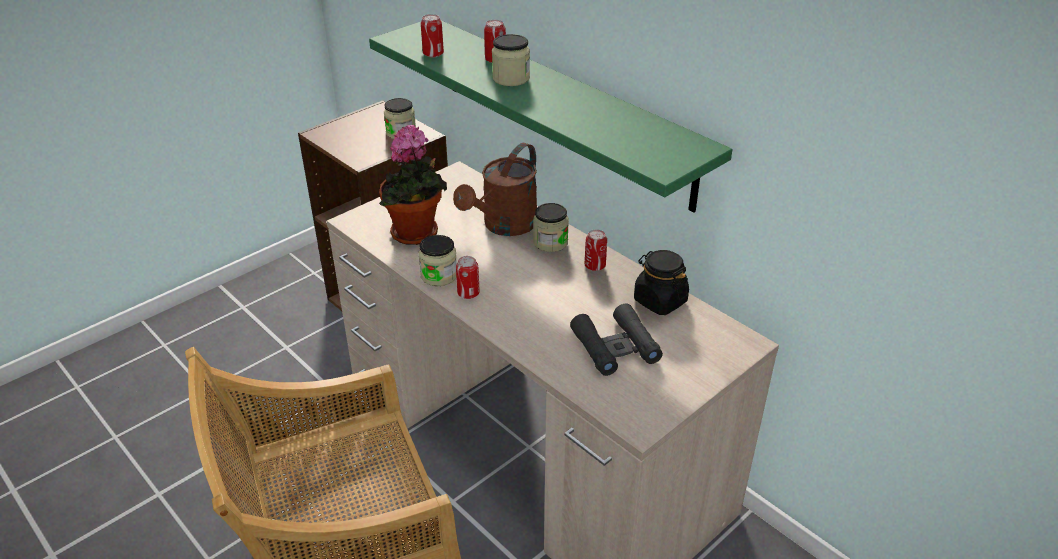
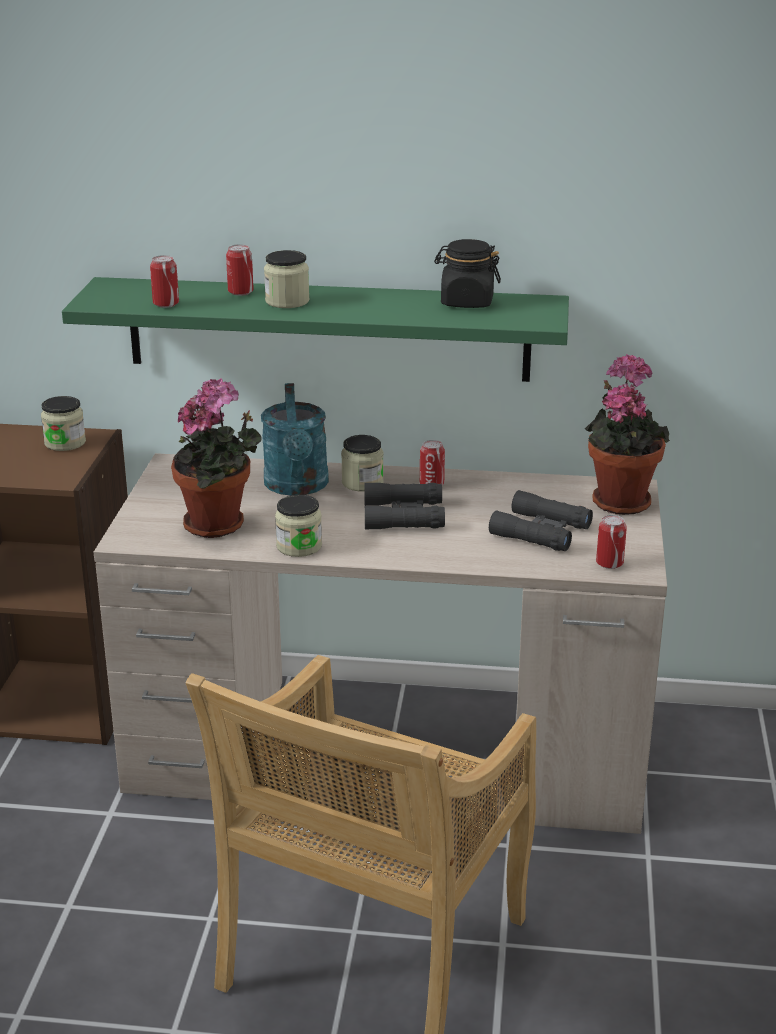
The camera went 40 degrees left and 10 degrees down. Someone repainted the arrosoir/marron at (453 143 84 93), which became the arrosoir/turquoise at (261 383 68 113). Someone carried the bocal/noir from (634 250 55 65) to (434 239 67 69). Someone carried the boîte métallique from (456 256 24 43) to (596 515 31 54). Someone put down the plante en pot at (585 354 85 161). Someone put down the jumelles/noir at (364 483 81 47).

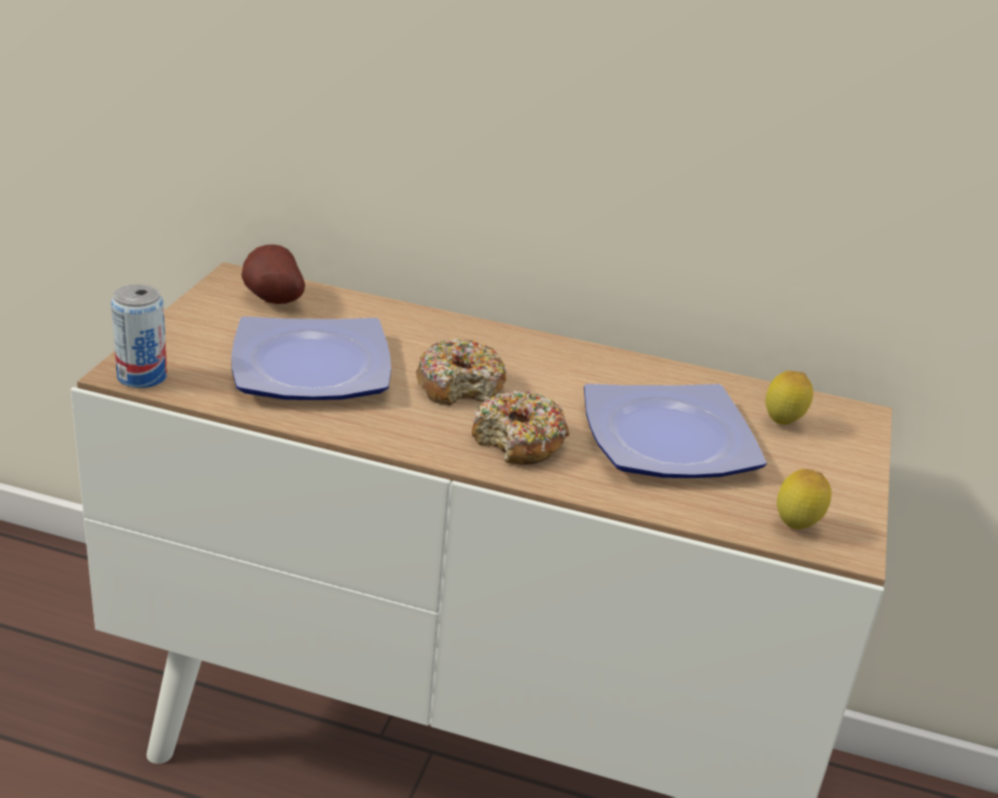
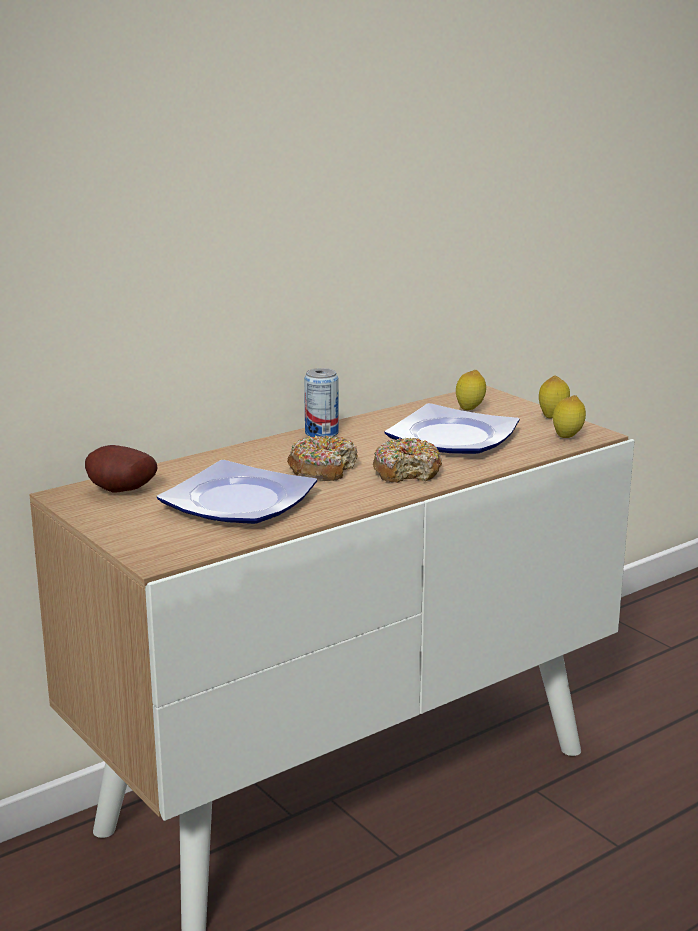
The camera went 50 degrees left and 10 degrees down. Someone carried the boîte métallique from (111 285 56 103) to (304 368 34 69). Someone put down the citron at (539 375 31 43).

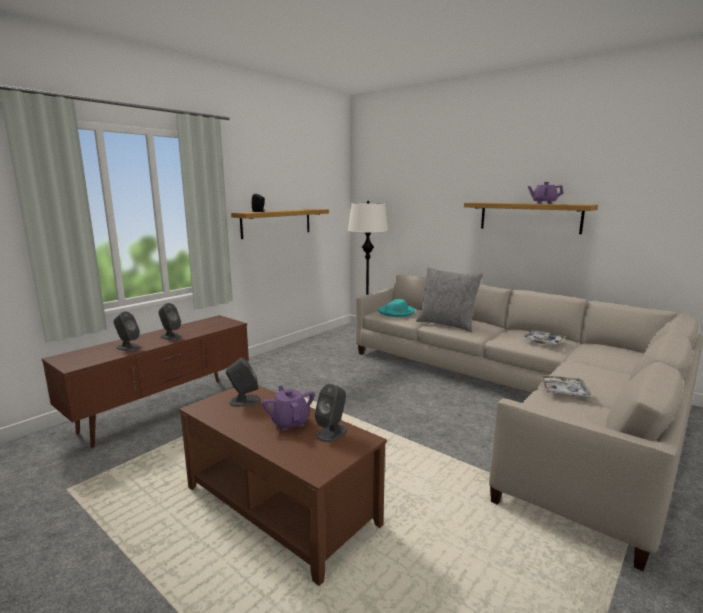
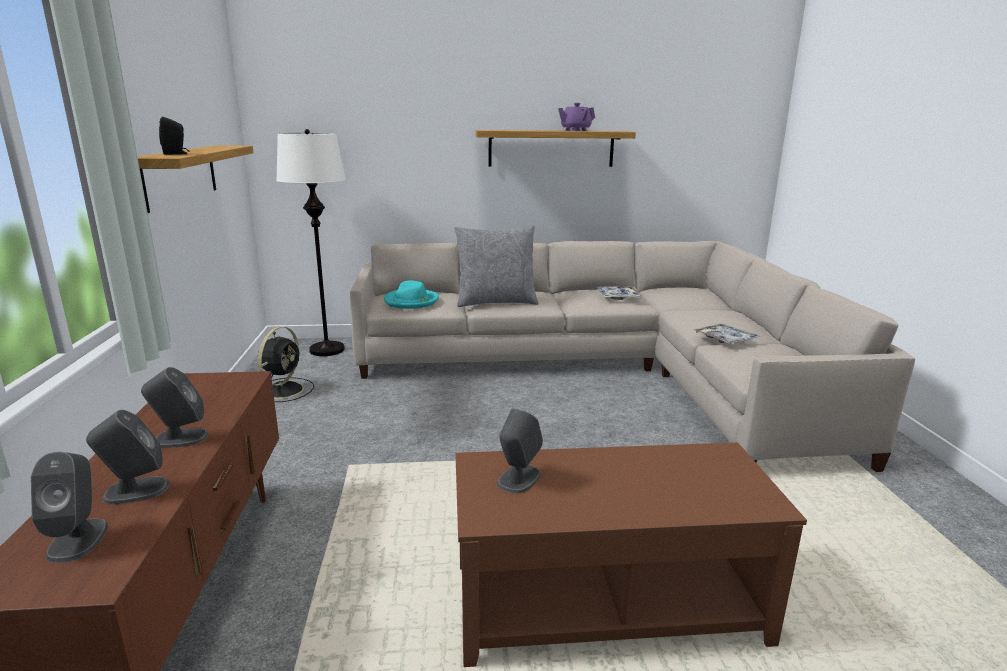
The camera went 45 degrees left and 5 degrees up. Someone carried the enceinte/gris from (315 384 32 59) to (31 452 77 111). Someone took away the théière/violet at (262 386 53 45). Someone put down the ventilateur/noir at (258 326 56 76).

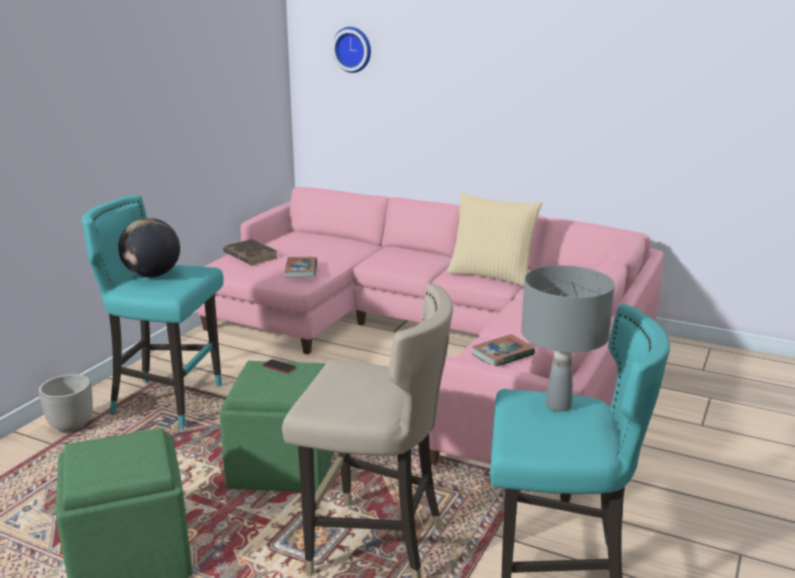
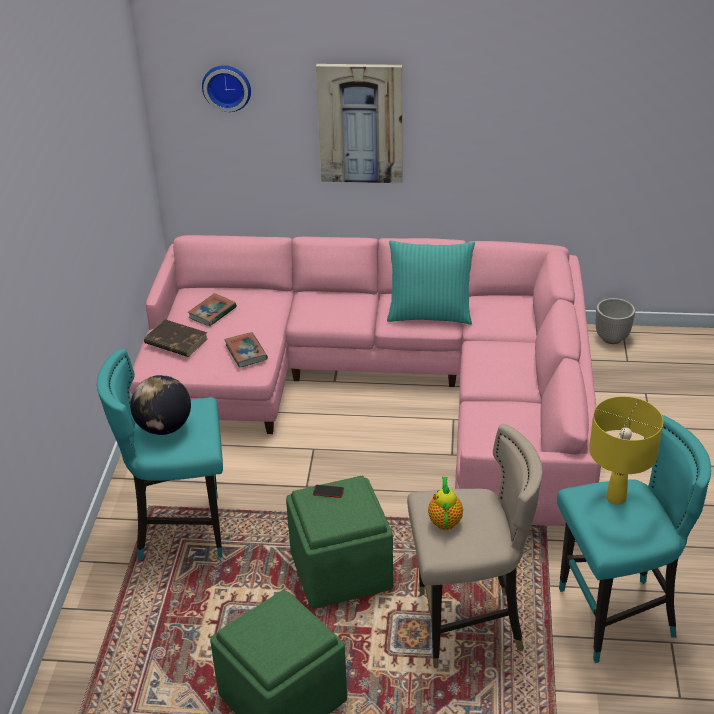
The camera went 20 degrees left and 15 degrees up. Someone repainted the coussin/beige at (447 192 95 94), which became the coussin/turquoise at (387 241 88 83). Someone repainted the lampe de table/gris at (521 265 94 147), which became the lampe de table/jaune at (589 396 74 109). Someone carried the livre from (472 334 63 32) to (188 293 49 33). Someone carried the cache-pot from (39 374 54 59) to (596 298 39 46). Someone put up the tableau at (316 64 87 119). Someone put down the théière at (428 477 35 53).

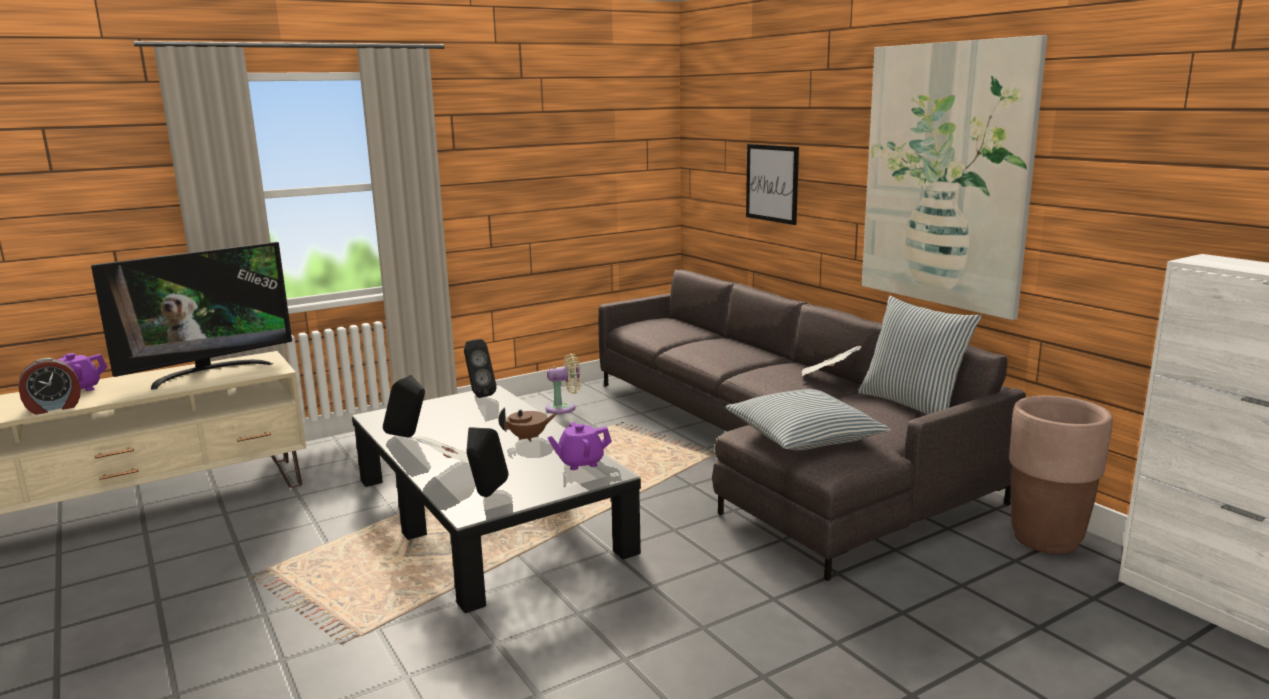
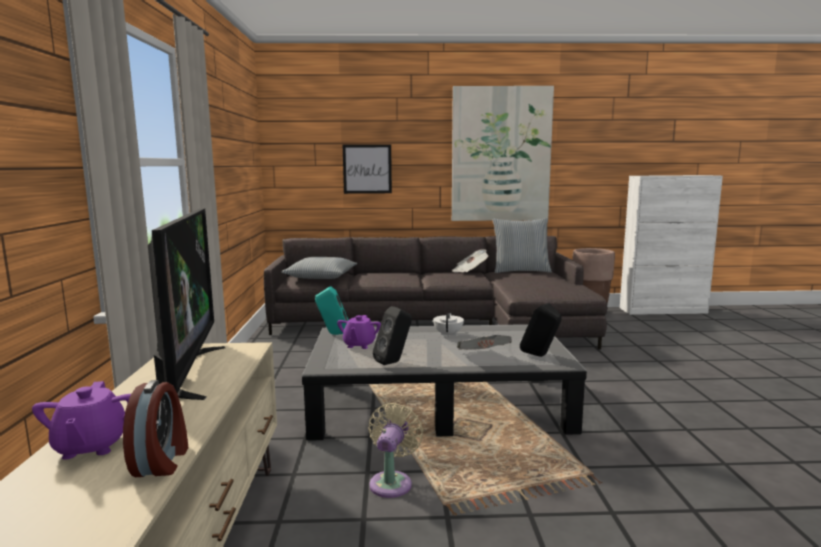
The camera went 60 degrees left and 5 degrees down. Someone repainted the enceinte/noir at (464 339 33 59), which became the enceinte/turquoise at (315 286 34 49). Someone carried the ventilateur/beige from (546 353 35 61) to (368 403 55 95). Someone carried the coussin from (725 389 166 61) to (281 257 76 22). Someone repainted the théière/marron at (498 407 60 35), which became the théière/blanc at (433 313 31 23). Someone carried the théière/violet from (547 422 65 48) to (337 315 44 34).

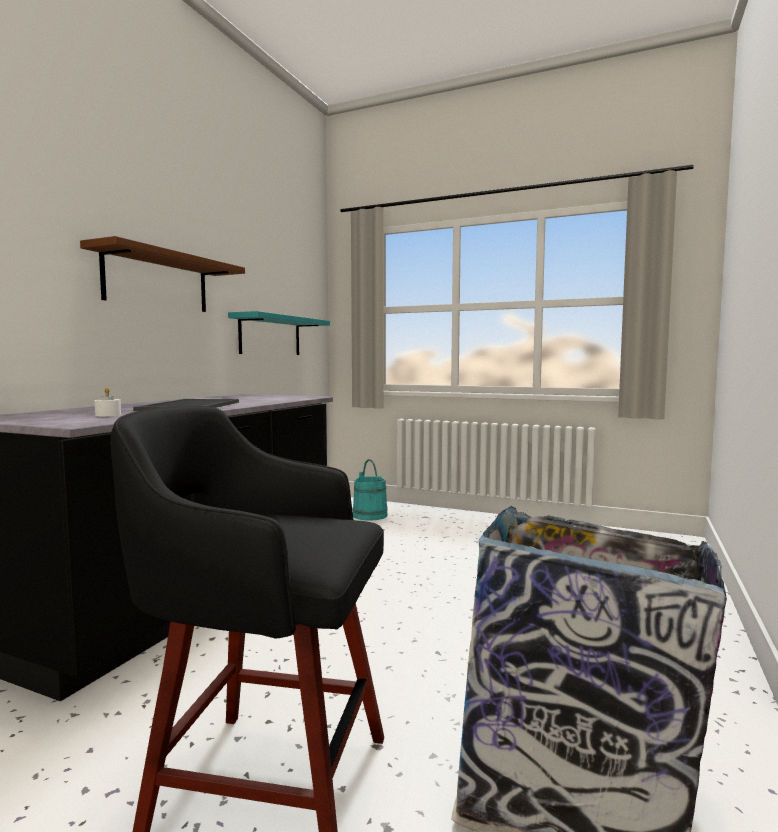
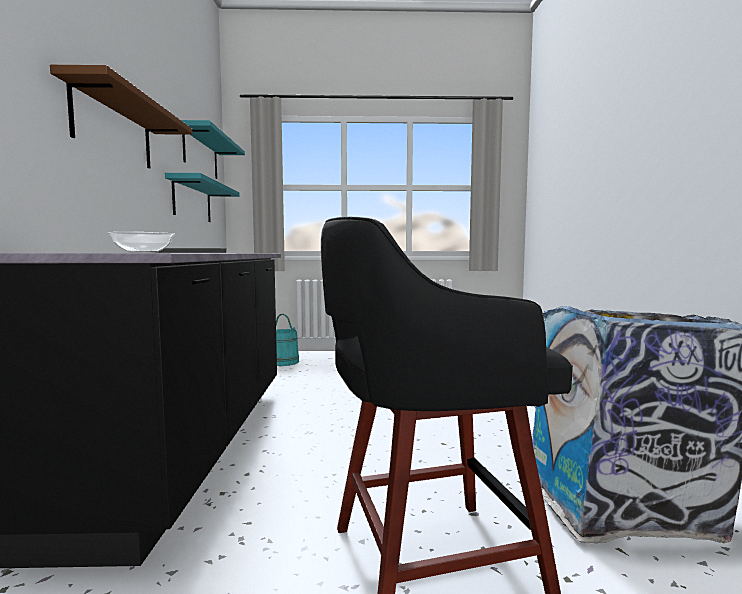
The camera went 25 degrees left and 0 degrees up. Someone swapped the bougie/blanc at (94 388 27 28) for the bol at (108 232 67 21). Someone put up the étagère/turquoise at (181 120 64 59).

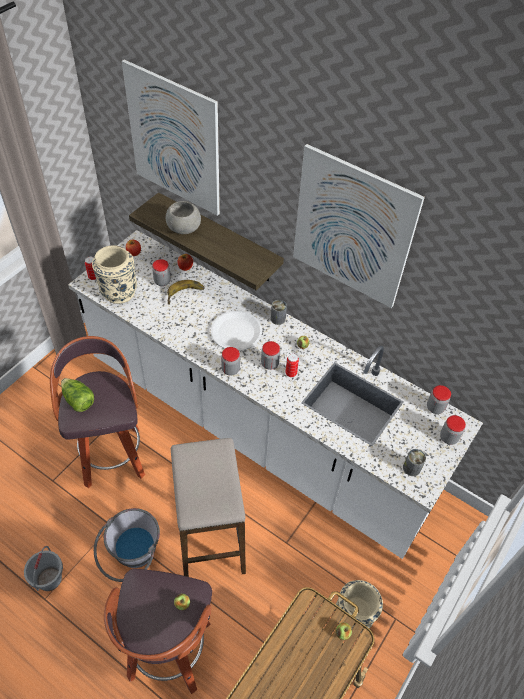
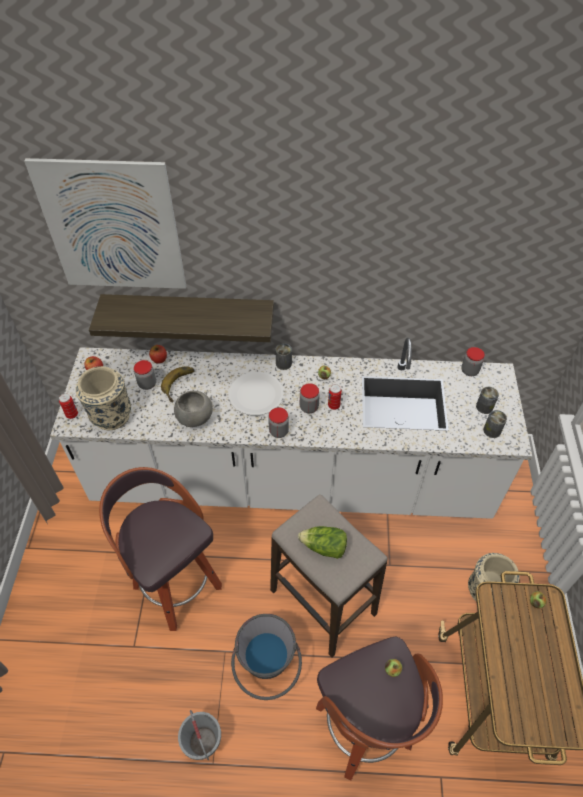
The camera went 30 degrees left and 0 degrees up. Someone took away the tableau at (293 144 132 164). Someone carried the bol/gris from (166 201 35 33) to (174 391 39 36). Someone carried the laitue from (61 378 33 34) to (298 526 49 33). Someone took away the bocal at (440 415 26 30). Someone put down the boîte métallique at (476 387 23 27).

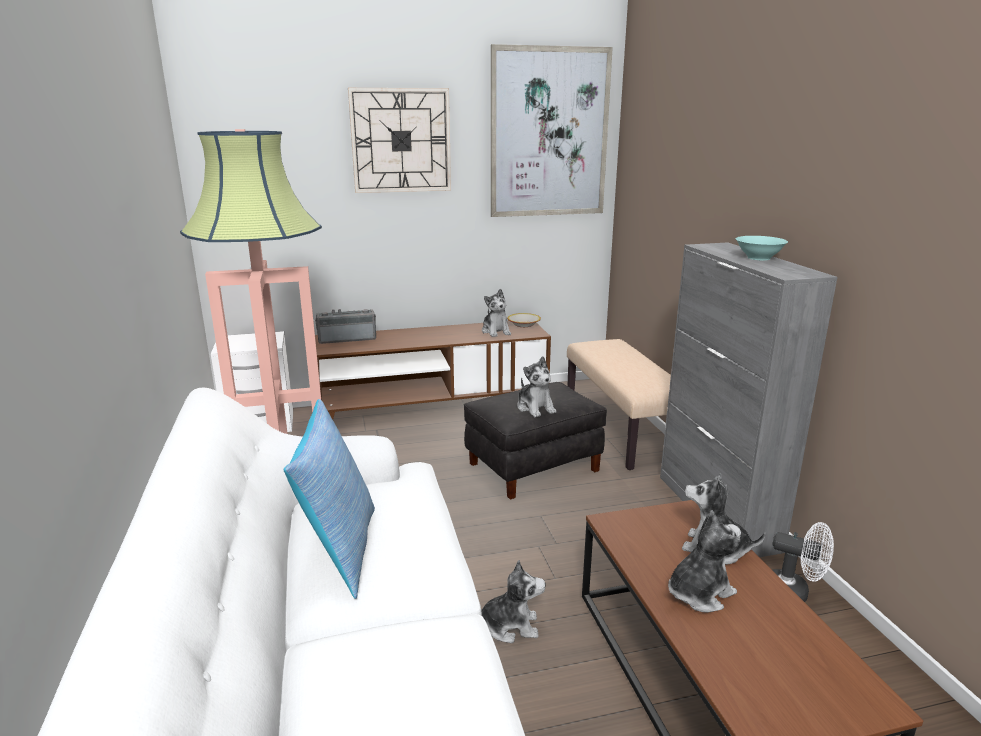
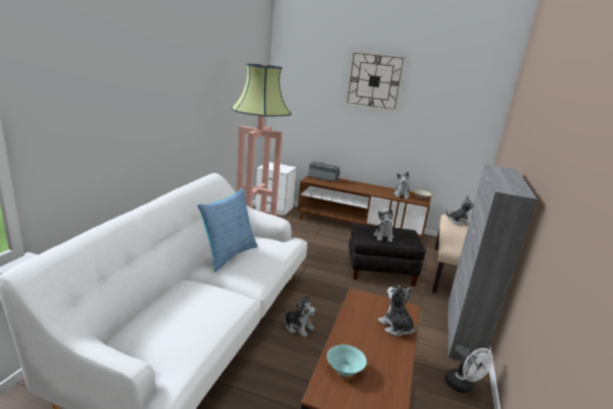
The camera went 30 degrees right and 0 degrees up. Someone took away the tableau at (491 44 122 173). Someone carried the bol/turquoise from (736 236 52 24) to (327 345 40 31). Someone carried the peluche from (668 510 73 103) to (446 195 28 31).

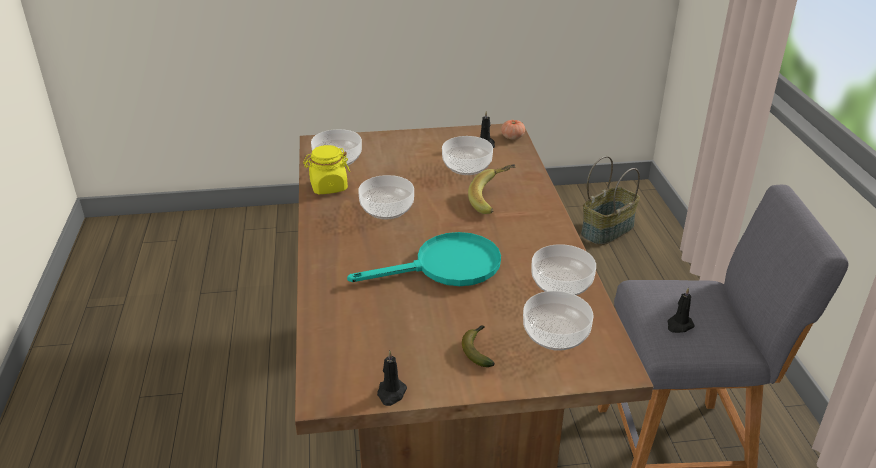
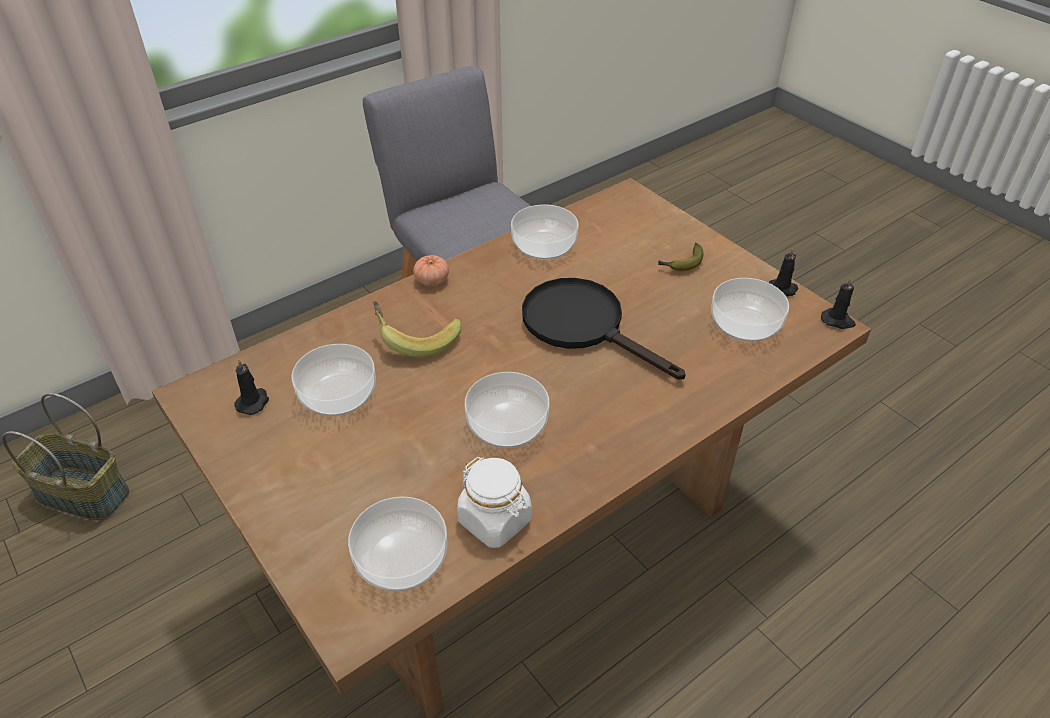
The camera went 120 degrees left and 10 degrees up. Someone carried the tomate from (501 120 24 20) to (413 255 36 31). Someone repainted the bocal/jaune at (303 145 47 49), which became the bocal/blanc at (457 457 75 91). Someone repainted the poêle/turquoise at (347 232 154 54), which became the poêle/noir at (522 278 164 101). Someone carried the bougie/noir from (667 288 28 45) to (821 277 35 52). Someone carried the bol from (523 291 71 60) to (711 278 78 64).

